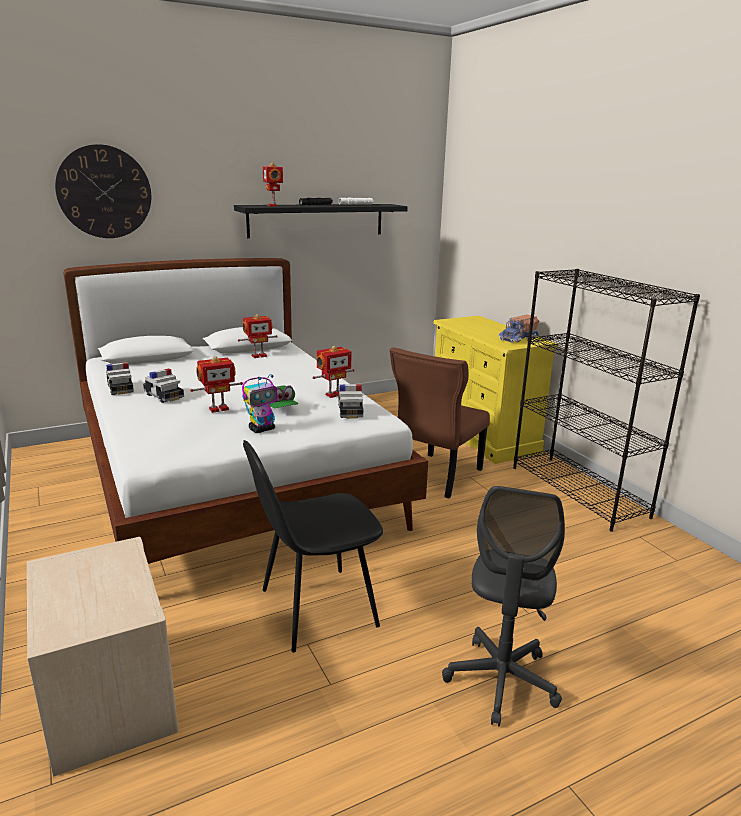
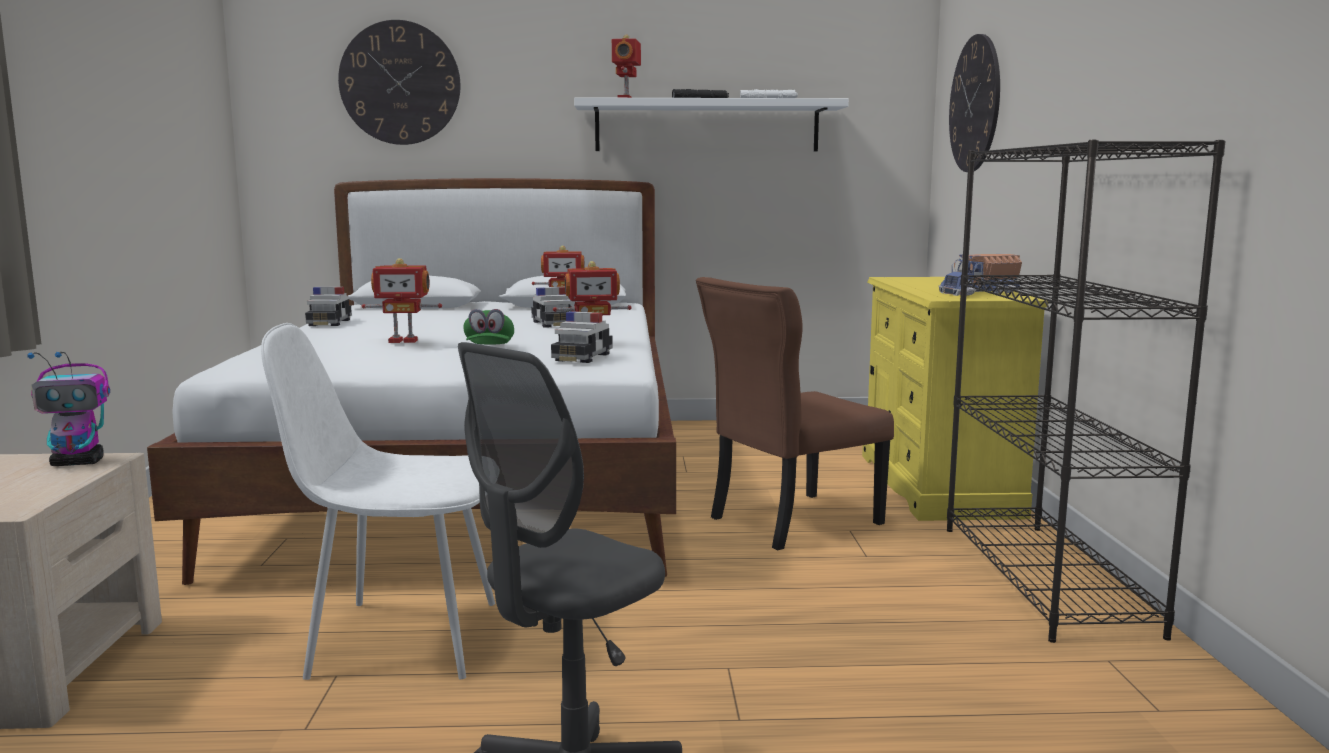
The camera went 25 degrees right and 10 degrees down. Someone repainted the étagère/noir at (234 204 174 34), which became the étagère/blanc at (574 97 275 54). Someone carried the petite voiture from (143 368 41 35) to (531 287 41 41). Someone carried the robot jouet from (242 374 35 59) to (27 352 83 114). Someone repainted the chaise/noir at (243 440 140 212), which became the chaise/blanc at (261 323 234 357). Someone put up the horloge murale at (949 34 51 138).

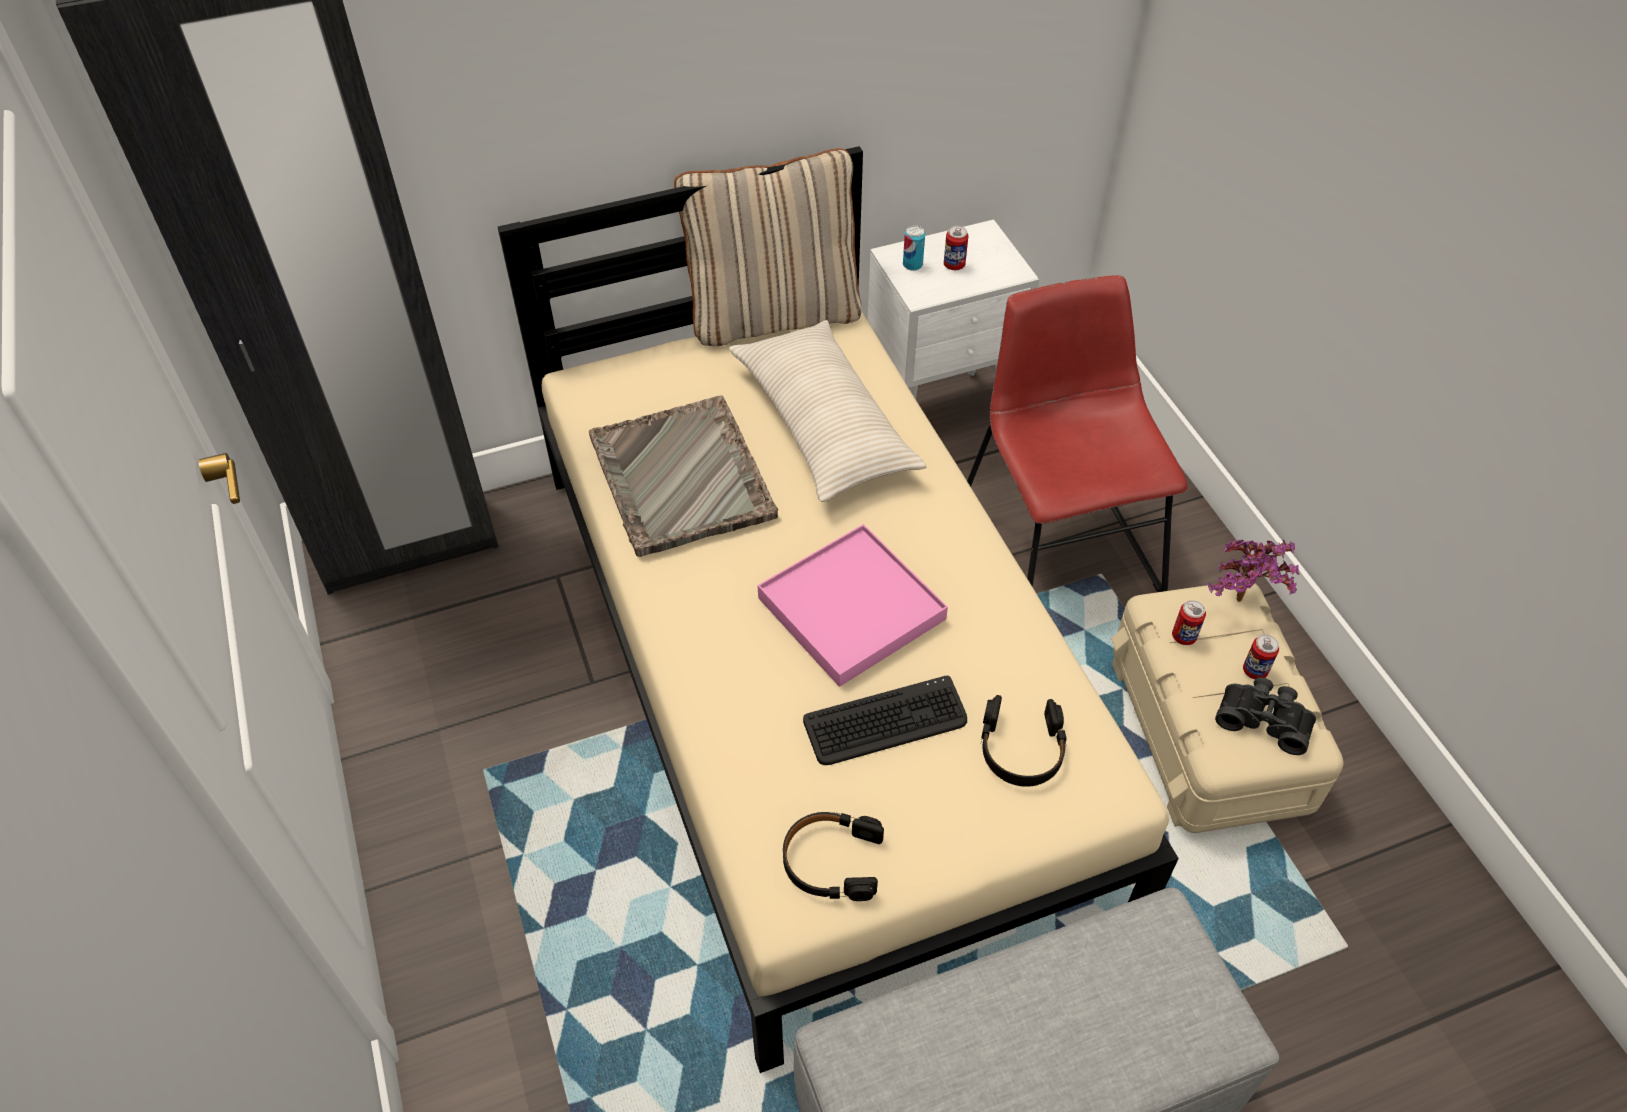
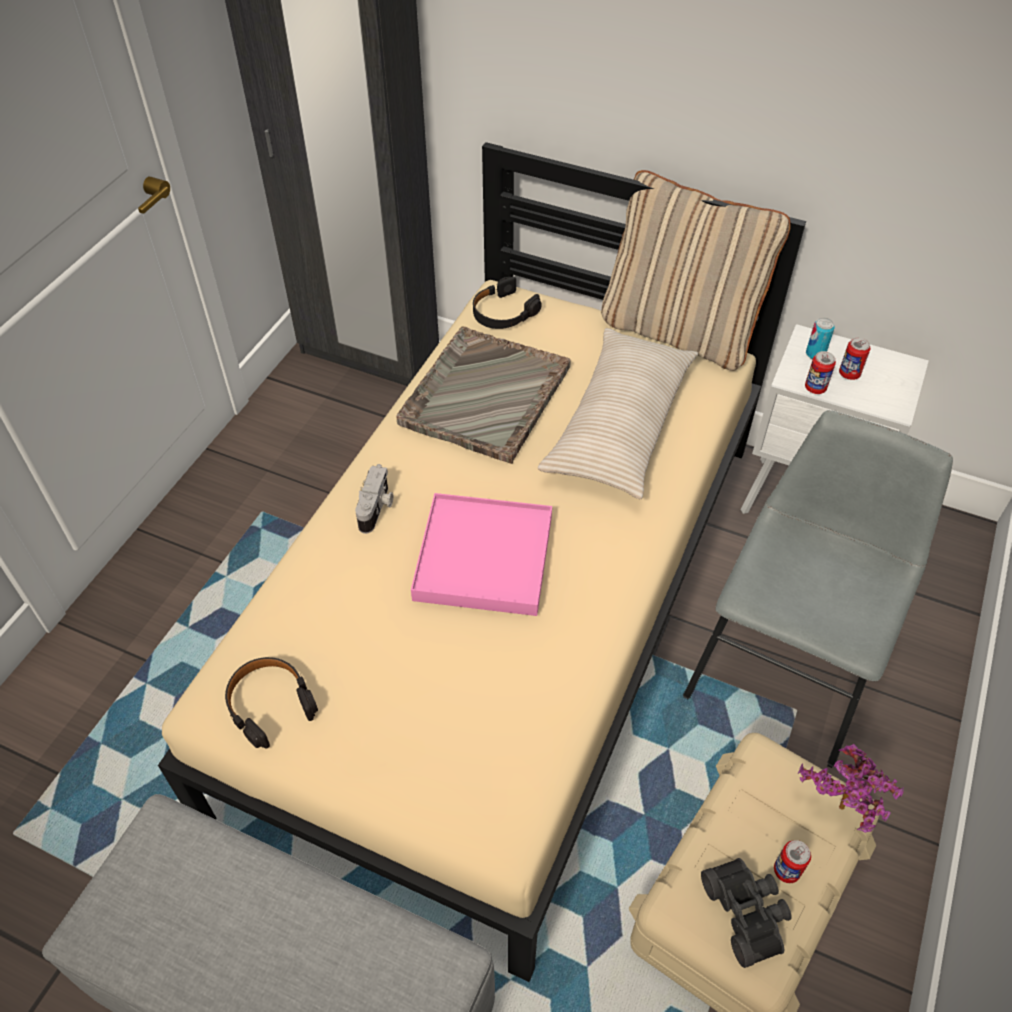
The camera went 45 degrees right and 0 degrees up. Someone repainted the chaise/rouge at (967 275 221 317), which became the chaise/gris at (683 410 270 358). Someone carried the boîte métallique from (1172 600 34 45) to (805 351 31 43). Someone took away the clavier at (803 676 164 89). Someone carried the casque audio/noir from (981 695 86 92) to (473 276 69 53). Someone put down the appareil photo at (355 464 38 70).

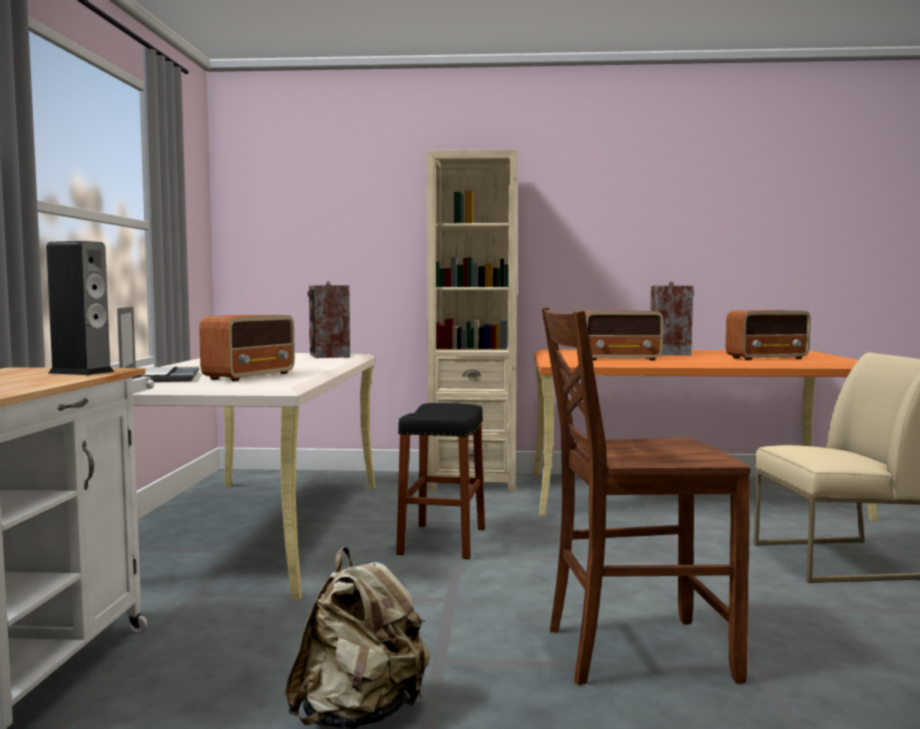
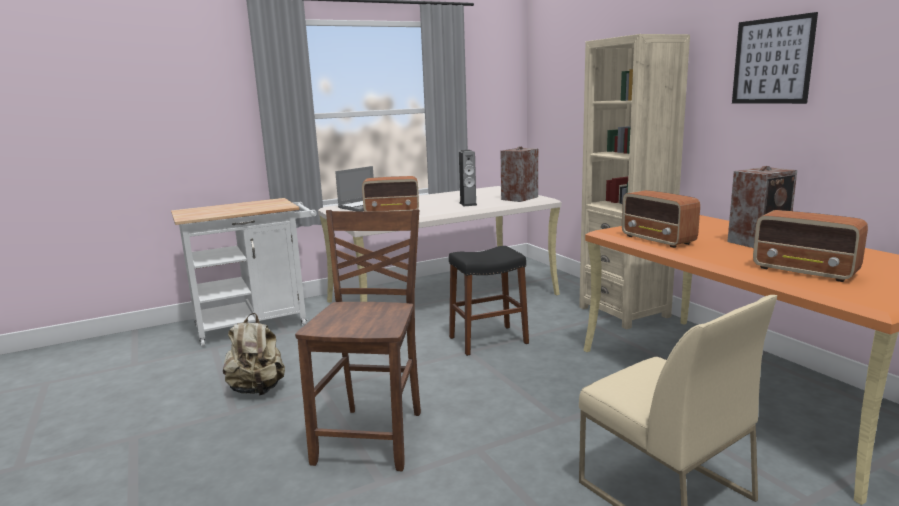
The camera went 60 degrees right and 10 degrees up. Someone carried the enceinte from (46 241 68 134) to (459 150 18 56). Someone rotated the chaise/marron at (542 308 209 377) by 45 degrees clockwise. Someone put up the tableau at (732 12 86 92).

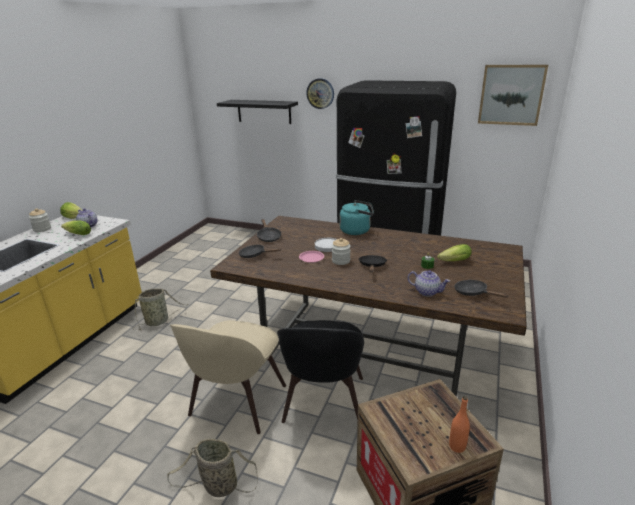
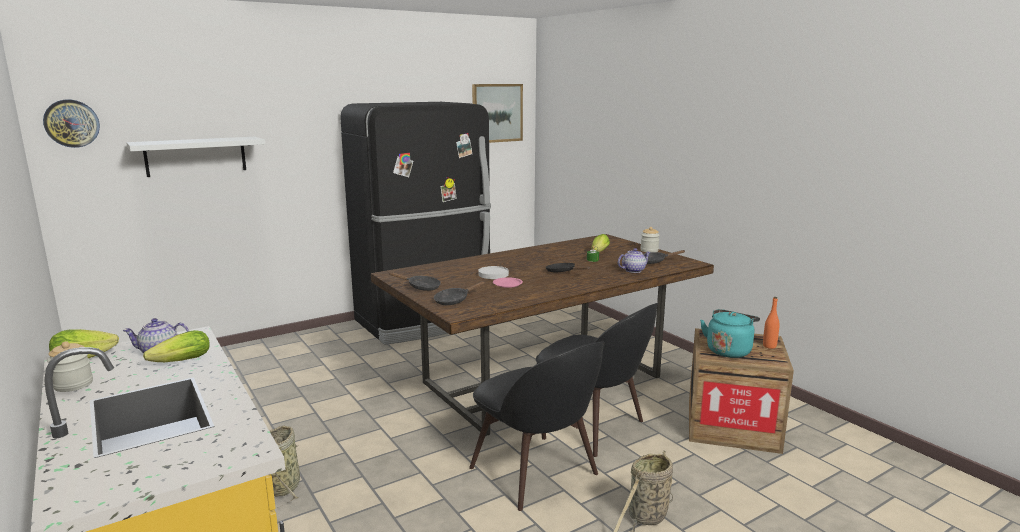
The camera went 55 degrees left and 10 degrees down. Someone carried the horloge murale from (306 78 28 31) to (43 99 57 49). Someone repainted the étagère/noir at (217 100 81 24), which became the étagère/blanc at (126 137 139 40). Someone carried the bouilloire/turquoise from (340 200 34 35) to (700 309 60 49). Someone carried the bocal from (332 238 19 27) to (640 227 20 25). Someone repainted the chaise/beige at (170 320 116 114), which became the chaise/noir at (469 341 136 170).

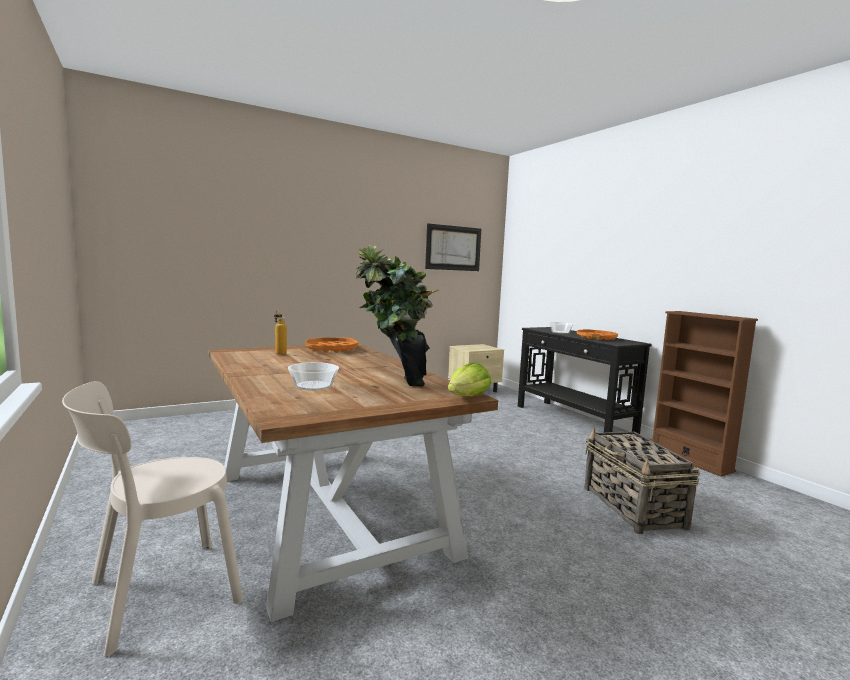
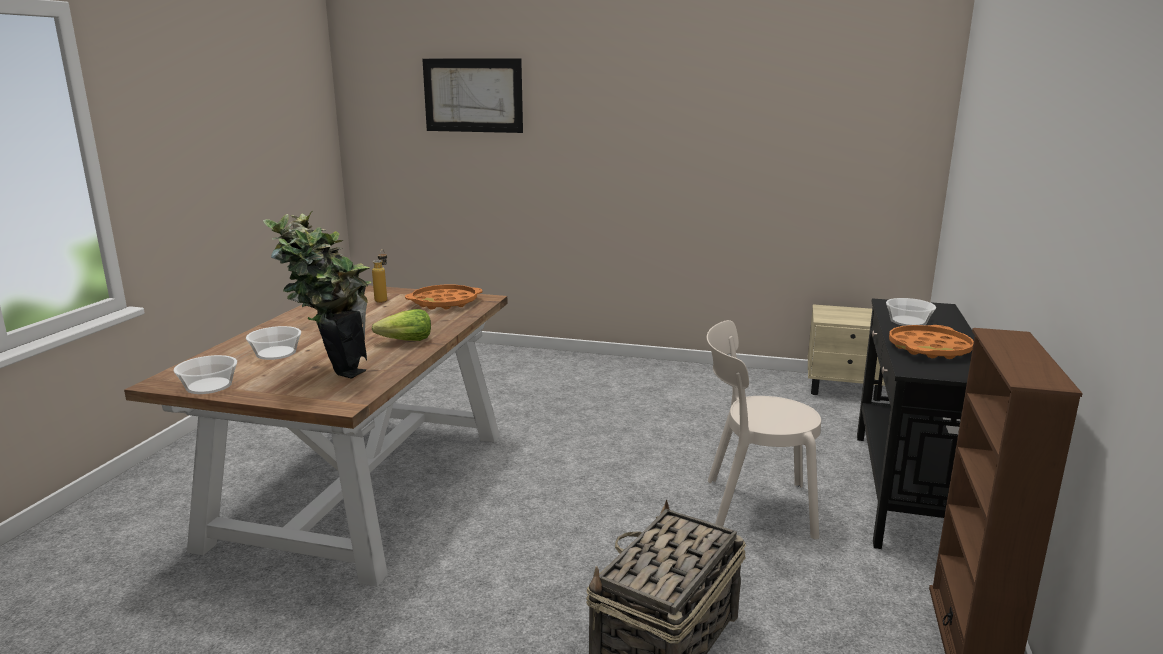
The camera went 45 degrees right and 10 degrees up. Someone carried the tableau from (425 223 56 48) to (422 58 101 75). Someone carried the laitue from (448 362 44 34) to (372 309 59 32). Someone carried the chaise/beige from (62 381 181 276) to (707 320 114 219). Someone put down the bol at (174 355 63 39).

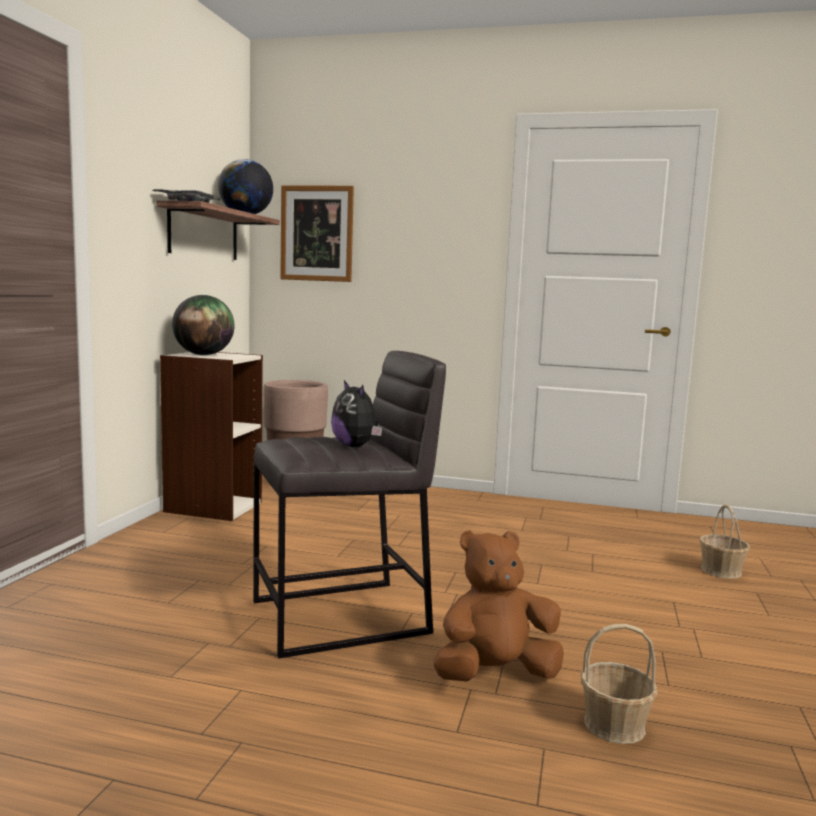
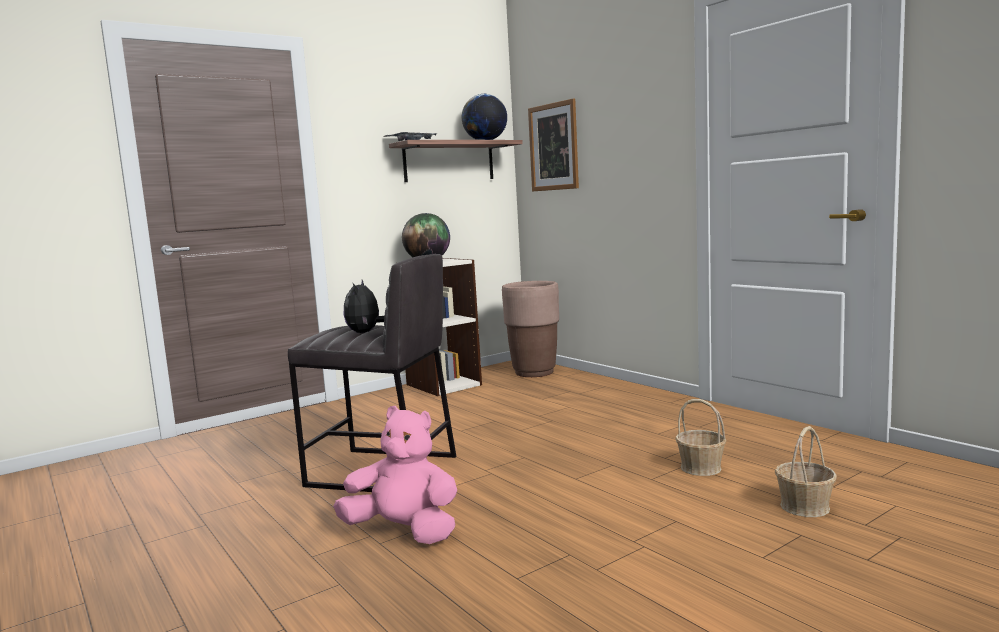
The camera went 40 degrees right and 0 degrees up. Someone repainted the peluche/marron at (433 530 131 152), which became the peluche/rose at (333 406 124 138). Someone carried the panier from (581 624 77 120) to (676 399 50 77).

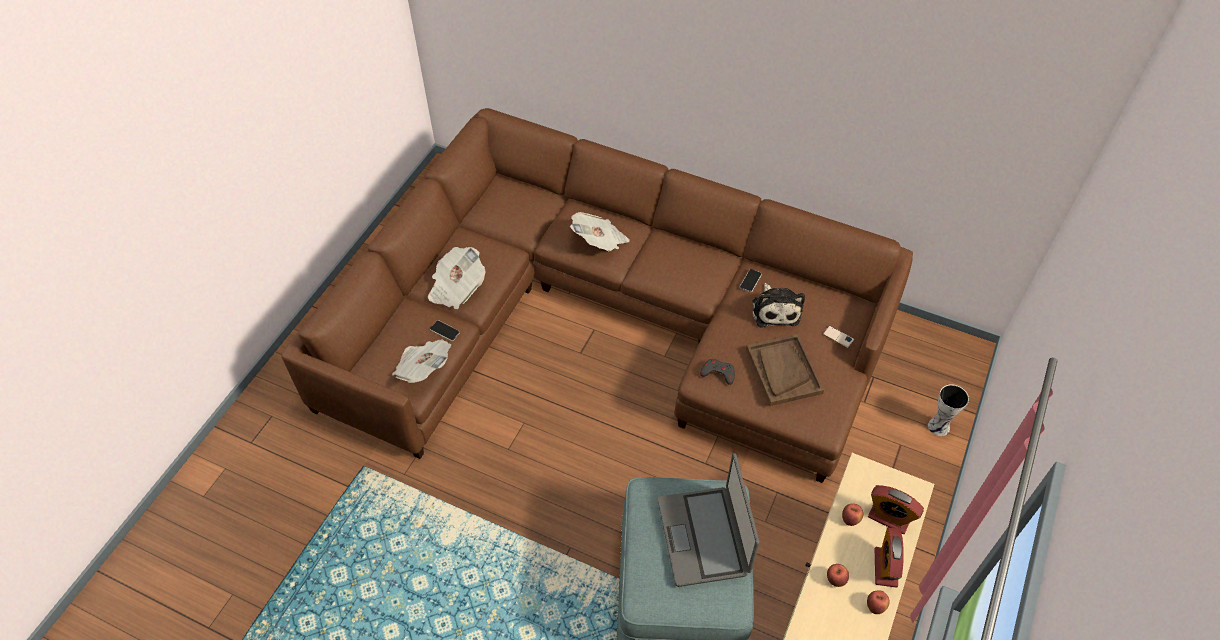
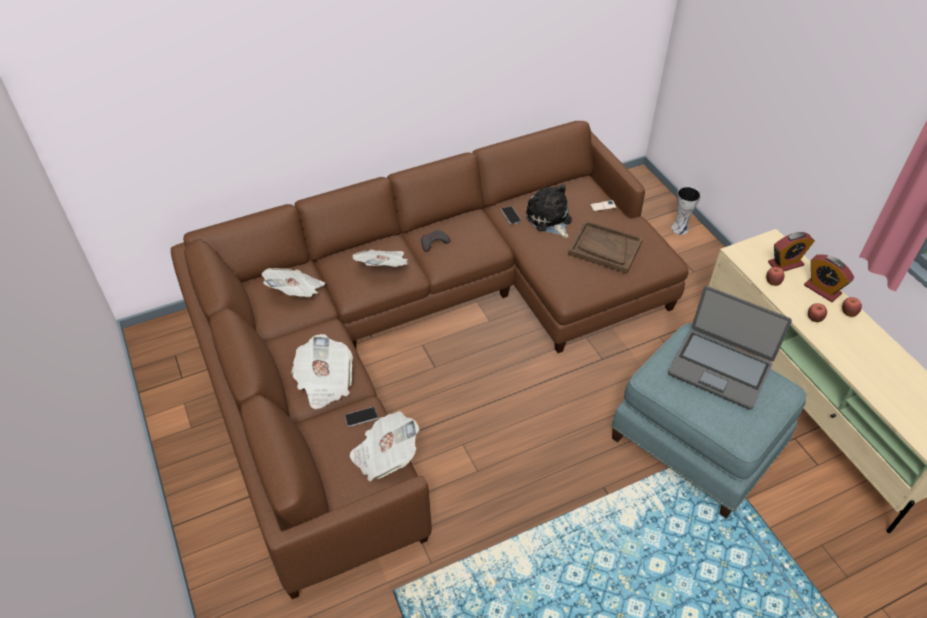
The camera went 50 degrees left and 5 degrees down. Someone rotated the peluche at (752 283 53 44) by 150 degrees counterclockwise. Someone carried the manette/gris from (700 359 35 26) to (421 230 30 22). Someone put down the journal at (261 268 64 30).

